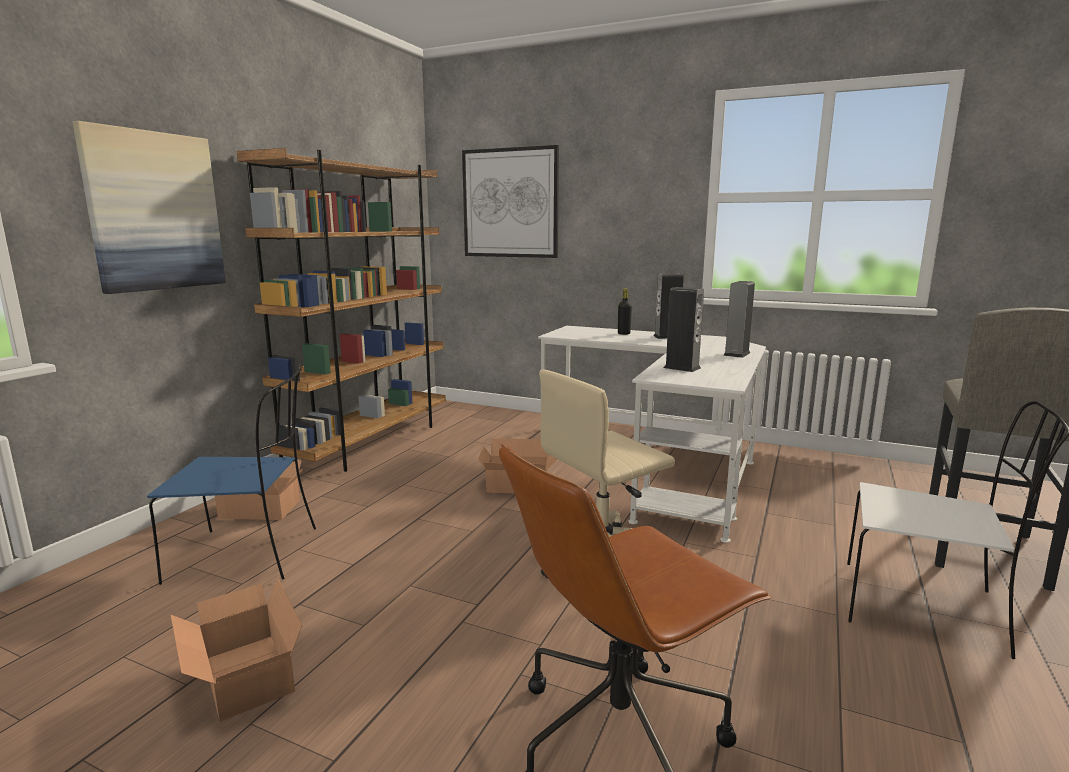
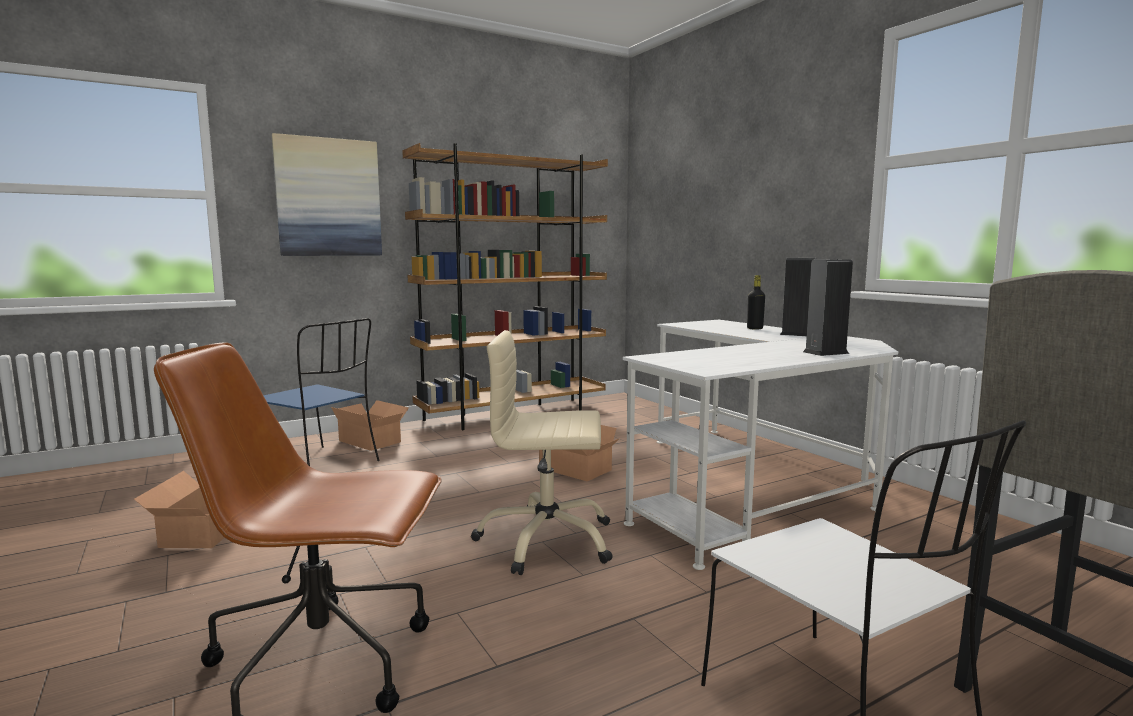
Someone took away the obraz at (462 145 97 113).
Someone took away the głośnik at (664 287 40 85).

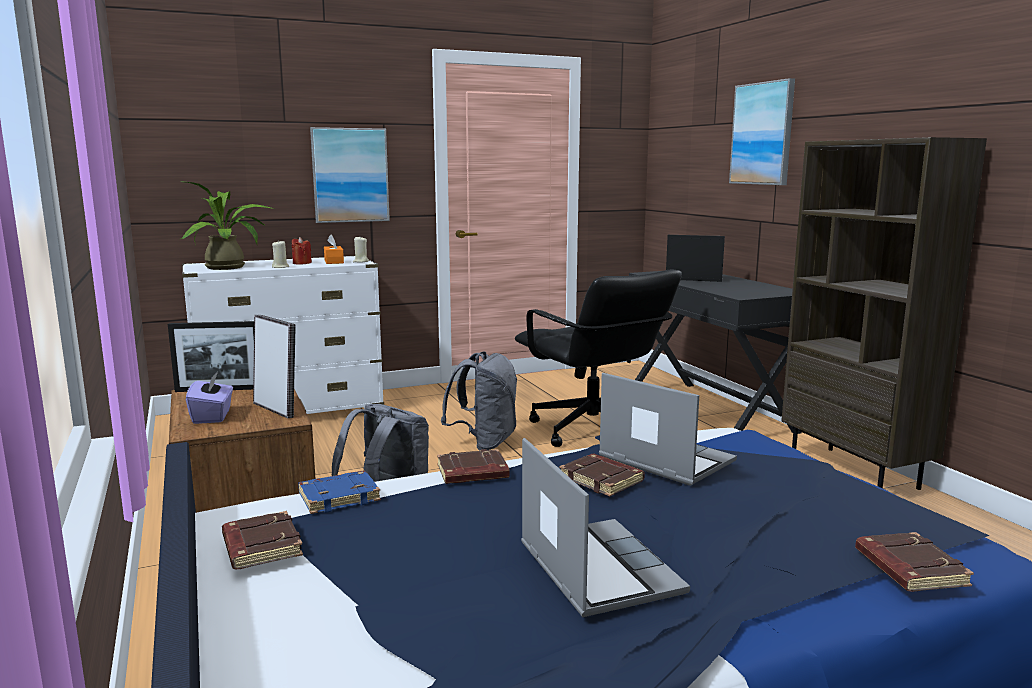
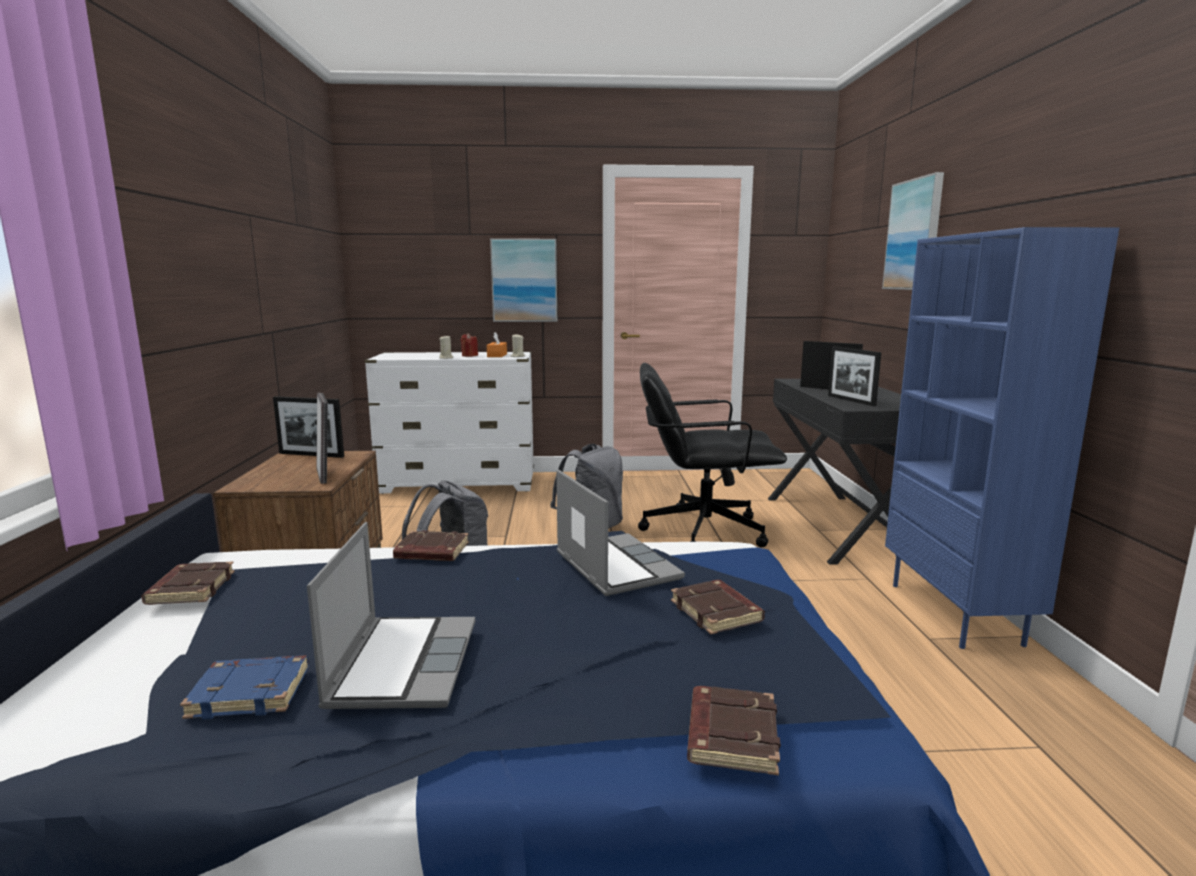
Someone took away the roślina doniczkowa at (181 182 93 88).
Someone took away the pudełko chusteczek/fioletowy at (186 372 47 52).
Someone put down the ramka na zdjęcie at (828 346 53 60).
Someone carried the książka/niebieski from (298 470 83 44) to (180 655 129 65).
Someone carried the książka/brązowy from (559 454 86 42) to (671 580 94 54).
Someone repainted the regał/brązowy at (781 137 206 353), which became the regał/niebieski at (885 227 235 422).
Someone rotated the krzesło biurowe/czarny at (515 270 167 177) by 105 degrees clockwise.

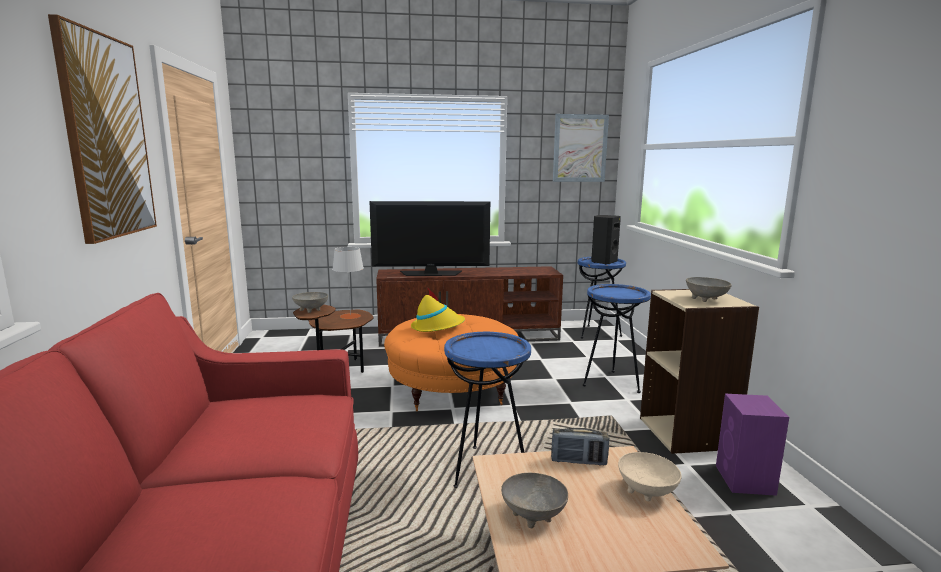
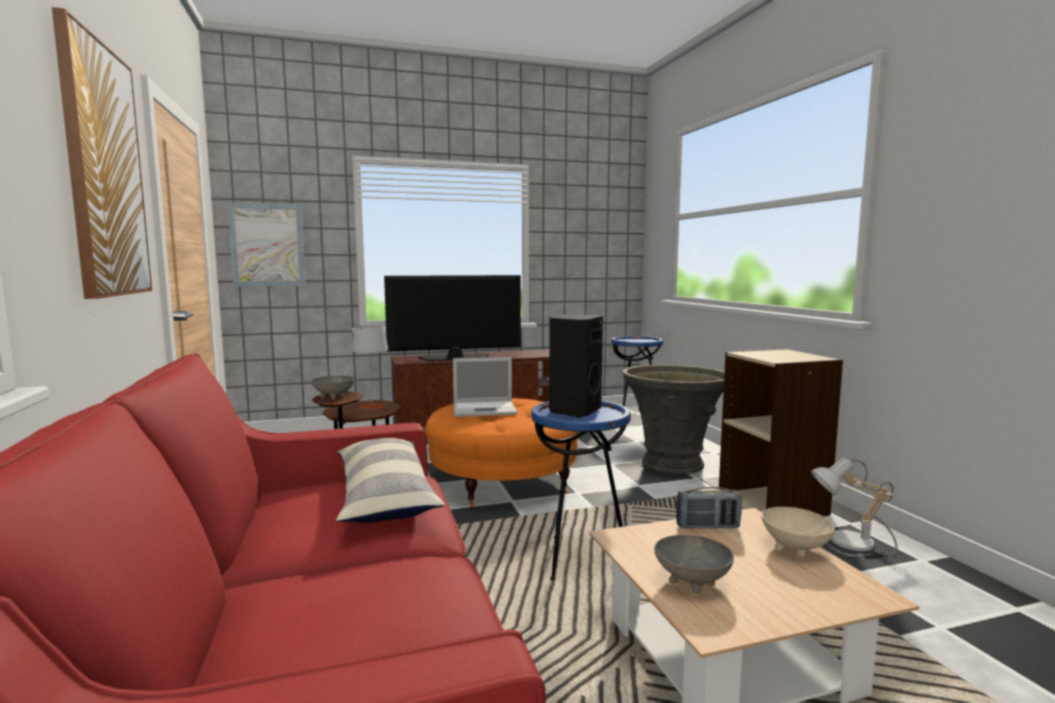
Someone took away the miska/szary at (686 277 46 25).
Someone put down the poduszka at (336 438 109 85).
Someone carried the obraz from (553 114 56 68) to (227 202 79 85).
Someone carried the głośnik/czarny from (591 215 30 50) to (549 315 54 103).
Someone swapped the kapelusz/żółty at (411 287 54 45) for the laptop at (453 357 64 60).
Someone swapped the stolik/niebieski at (583 284 68 109) for the donica/szary at (623 365 102 109).
Someone swapped the głośnik/fioletowy at (716 394 73 102) for the lampa stołowa at (811 457 86 101).

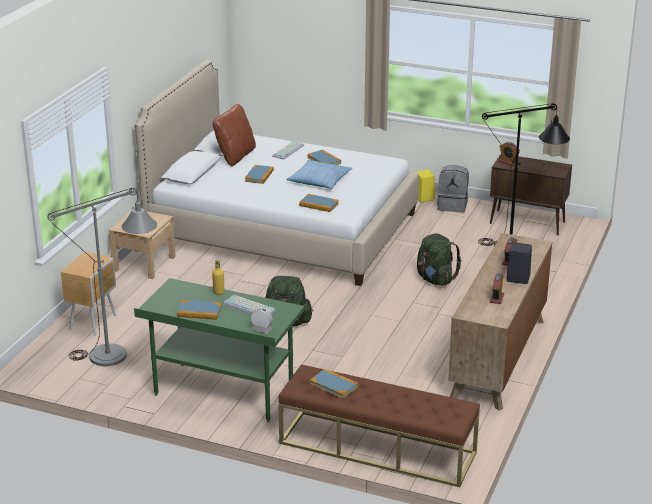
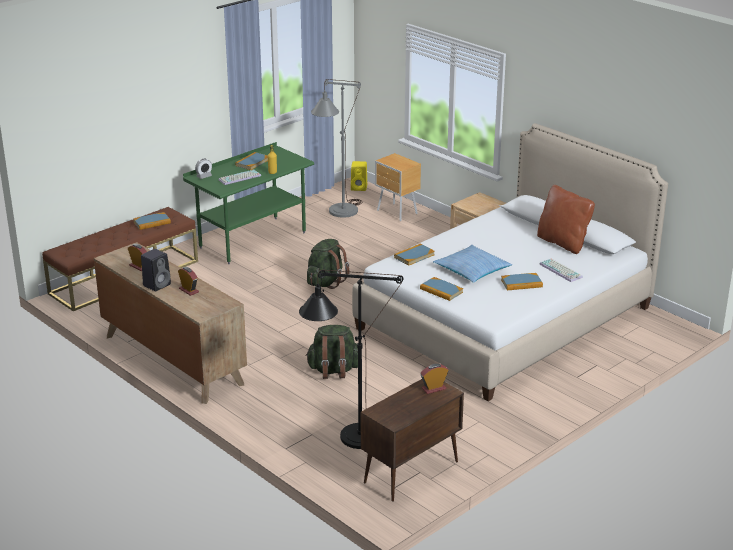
Someone took away the plecak/szary at (437 165 32 48).
Someone carried the książka from (245 165 29 19) to (420 277 43 24).
Someone carried the głośnik/żółty from (416 170 19 32) to (351 161 16 30).

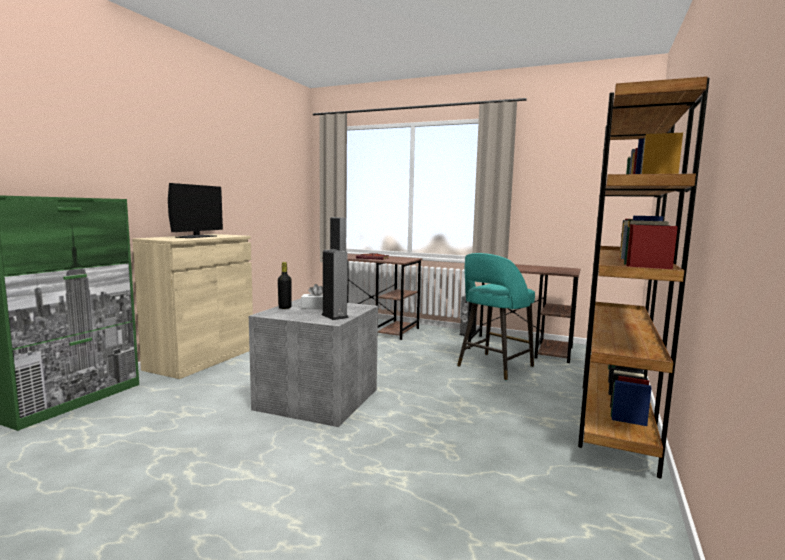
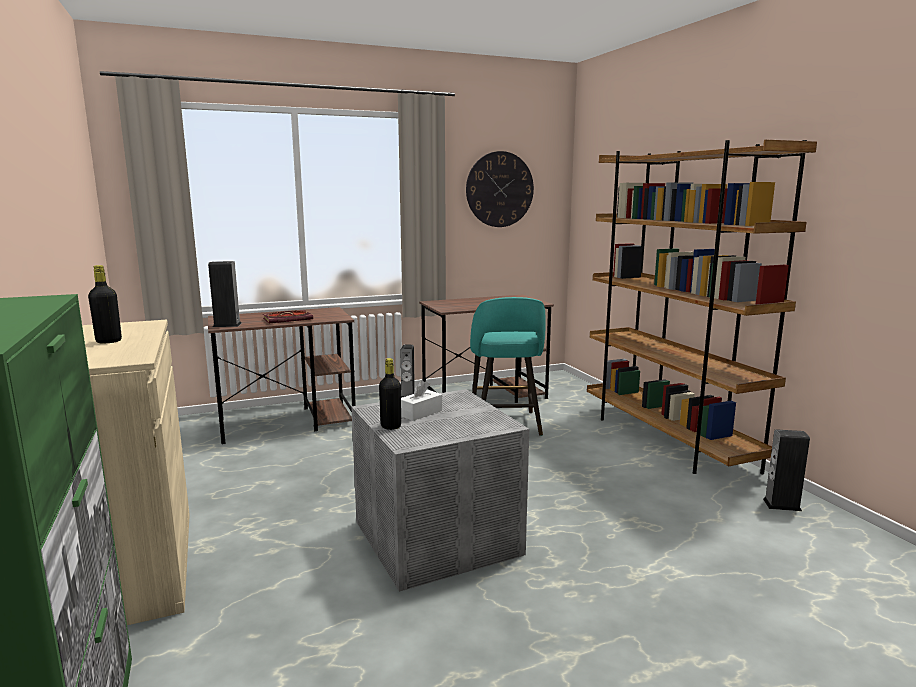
Someone put up the zegar ścienny at (466 151 68 76).
Someone carried the głośnik from (321 249 28 71) to (763 429 47 82).
Someone swapped the monitor at (168 183 55 55) for the butelka/czarny at (88 265 34 78).

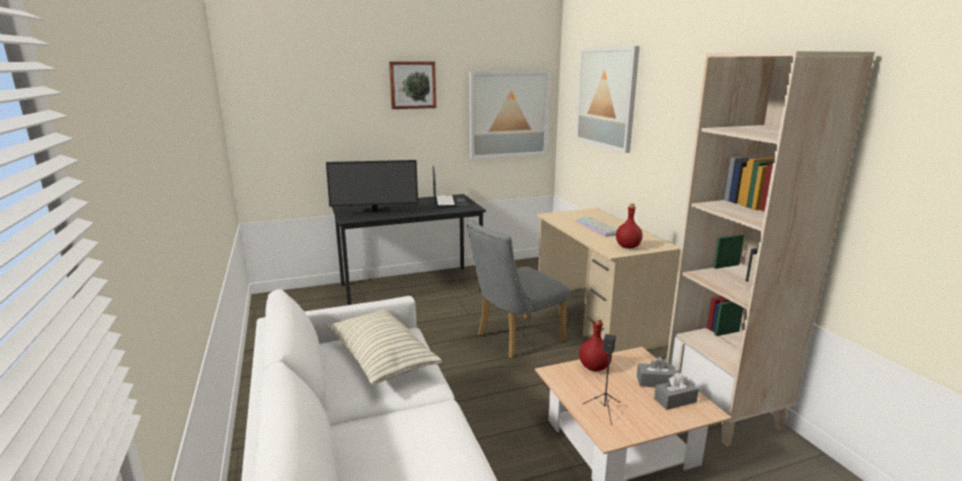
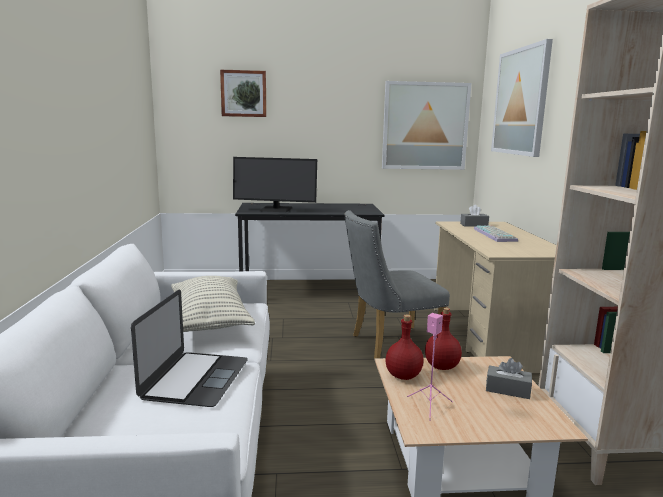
Someone carried the obraz from (389 61 47 48) to (220 70 46 47).
Someone carried the laptop from (433 166 36 41) to (131 290 117 117).
Someone carried the butelka/czerwony from (616 203 27 46) to (386 314 38 66).
Someone carried the pudełko chusteczek/szary from (654 372 45 38) to (460 204 29 23).
Someone repainted the głośnik/czarny at (582 334 38 91), which became the głośnik/różowy at (407 313 46 108).

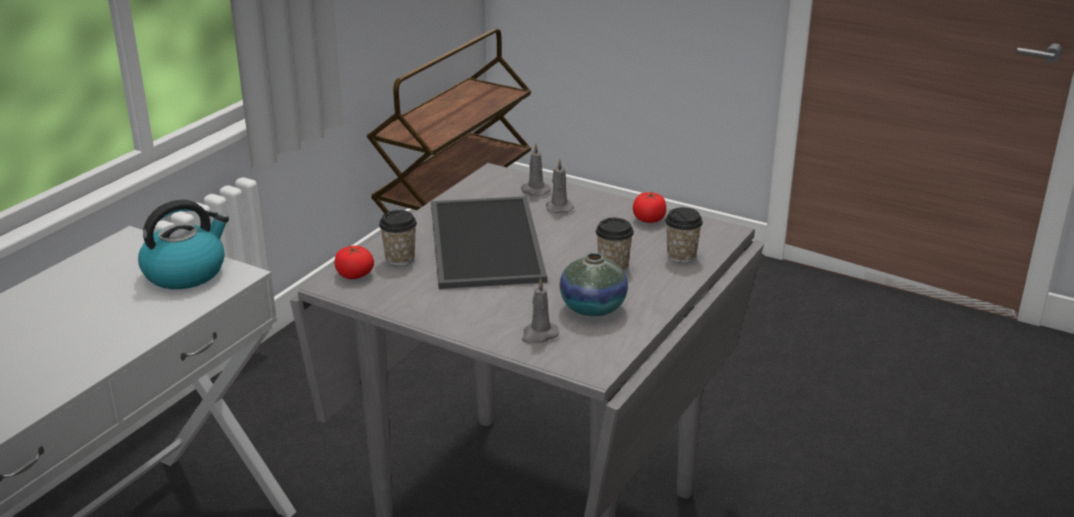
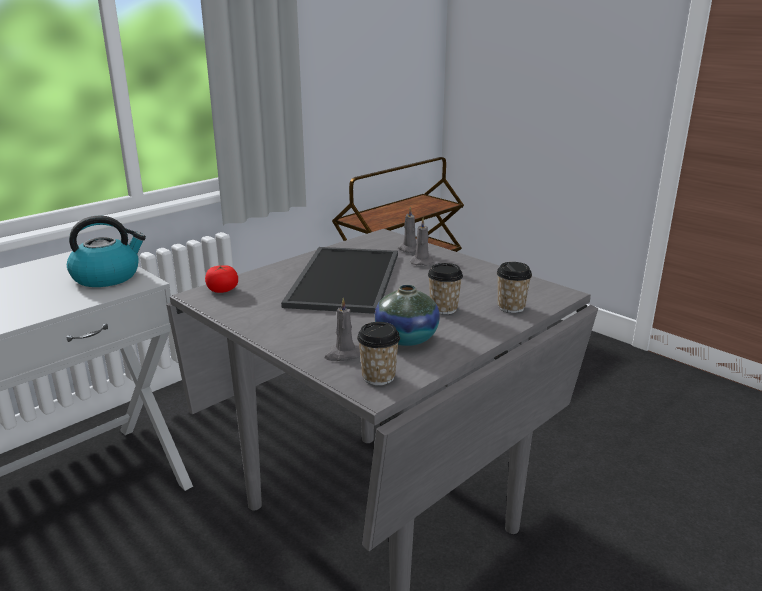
Someone took away the pomidor at (633 192 33 31).
Someone carried the filiżanka from (379 210 38 56) to (357 322 43 63).

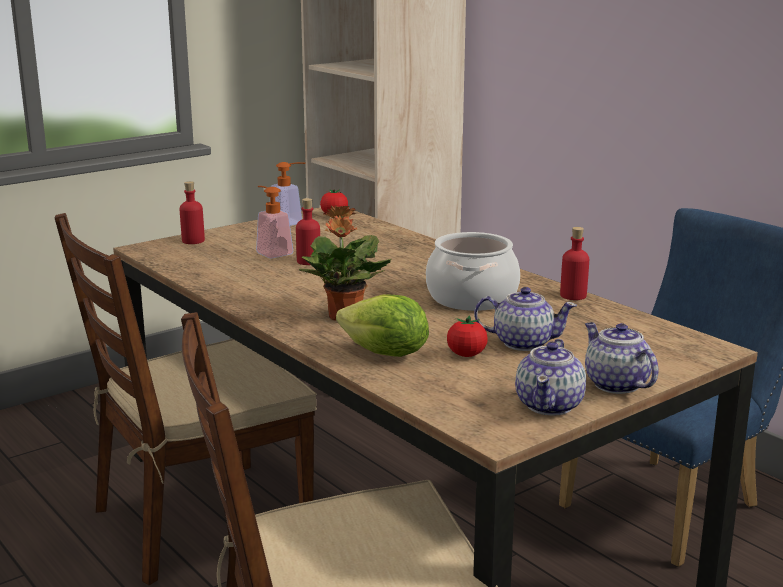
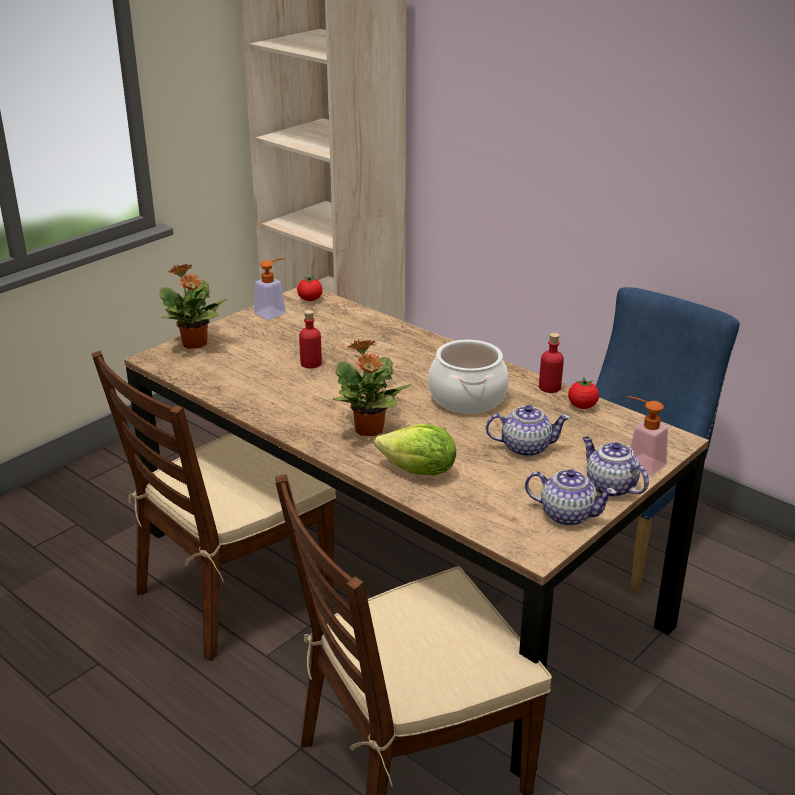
Someone carried the dozownik mydła from (256 186 37 73) to (628 396 40 80).
Someone carried the pomidor from (447 315 41 42) to (568 377 31 32).
Someone swapped the butelka/czerwony at (180 181 25 63) for the roślina doniczkowa at (159 264 69 85).
Someone rotated the imbryk at (515 339 71 77) by 75 degrees counterclockwise.

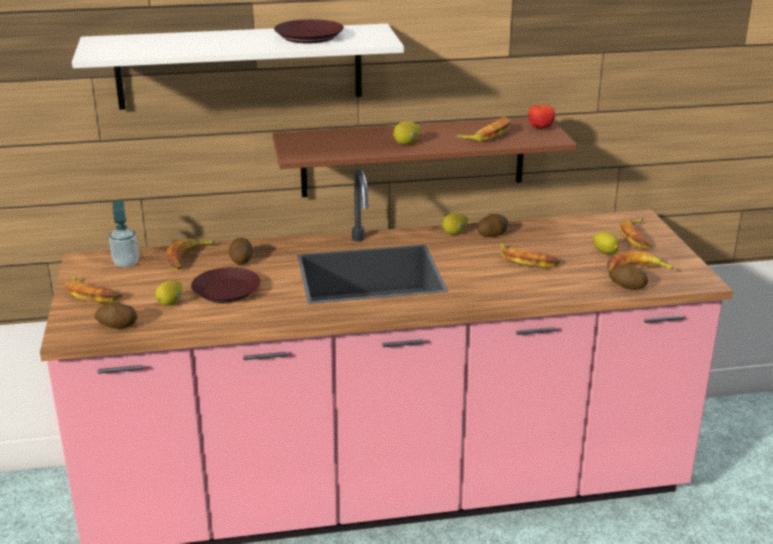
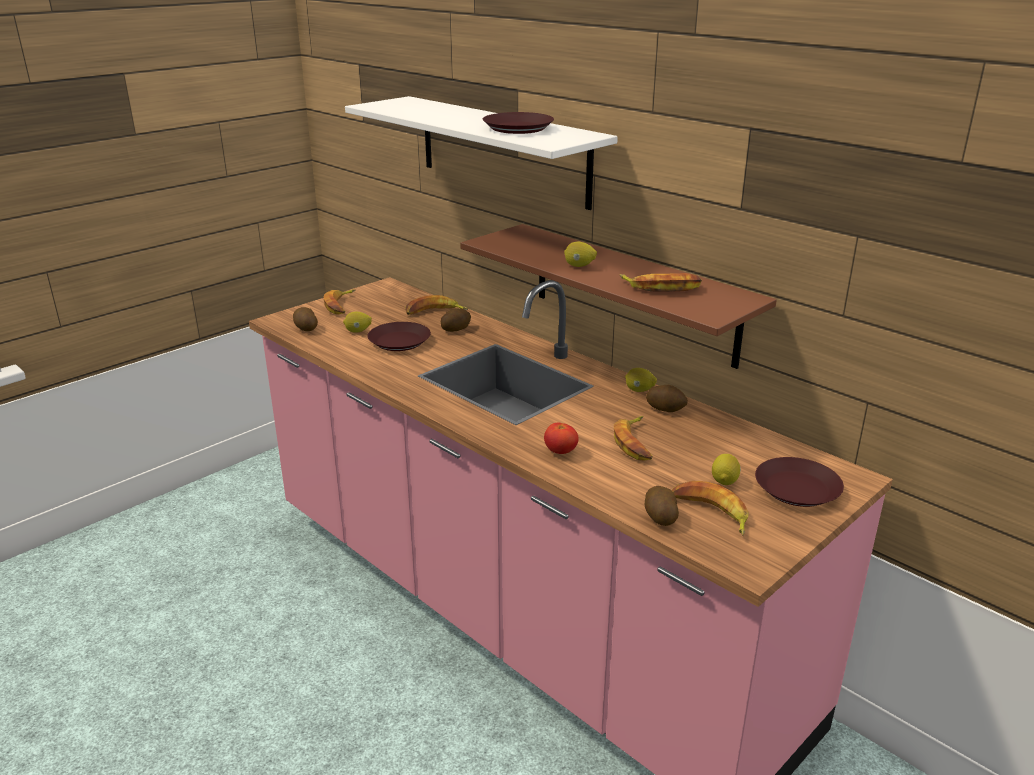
Someone took away the dozownik mydła at (109 201 30 67).
Someone carried the pomidor from (528 104 27 25) to (544 422 35 32).
Someone swapped the banan at (620 219 31 29) for the talerz/brązowy at (755 457 89 50).

